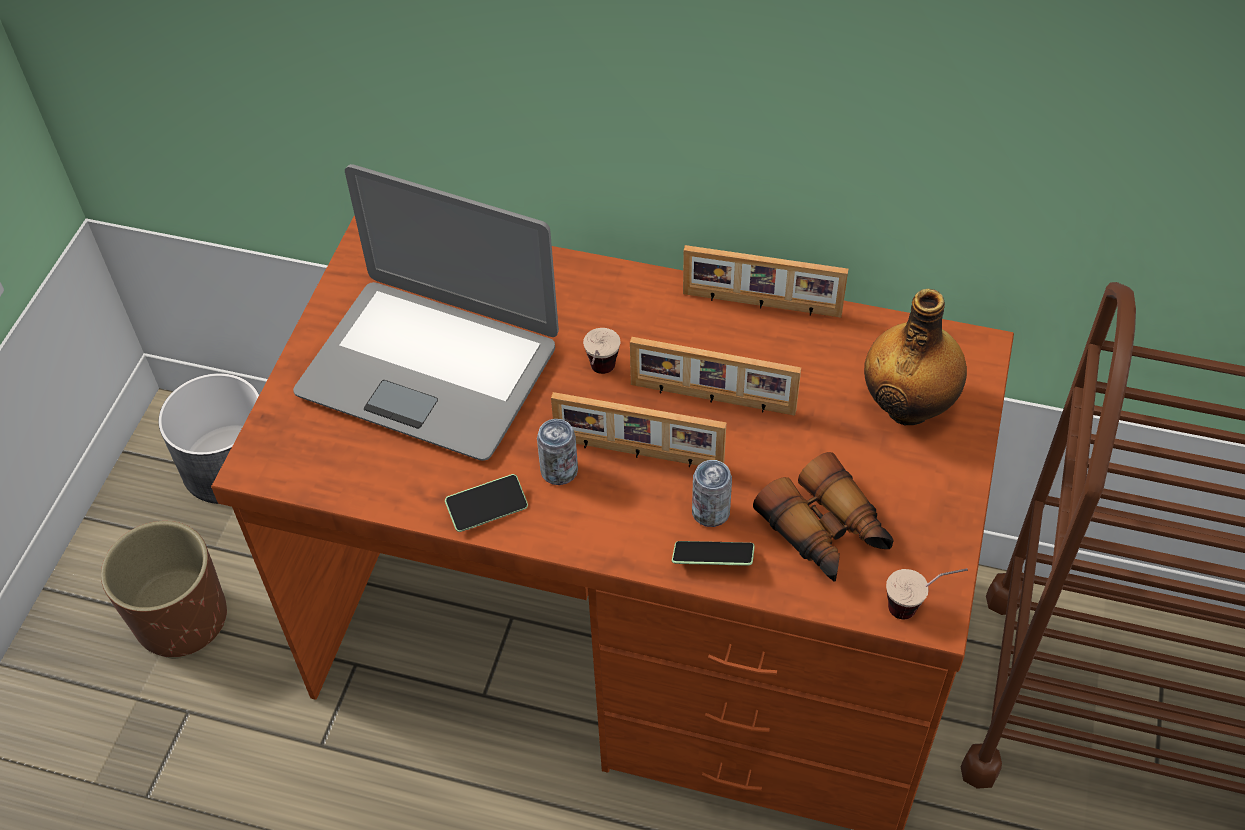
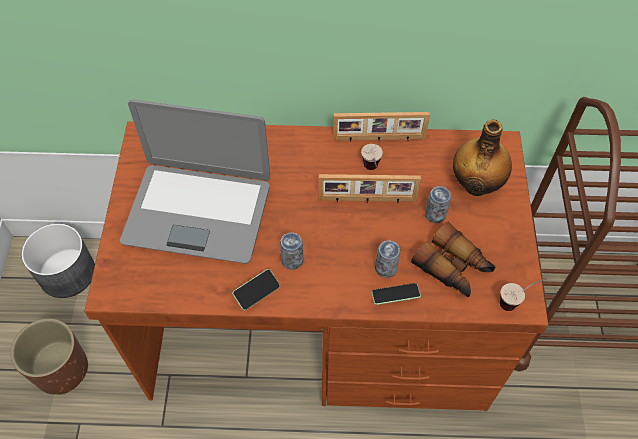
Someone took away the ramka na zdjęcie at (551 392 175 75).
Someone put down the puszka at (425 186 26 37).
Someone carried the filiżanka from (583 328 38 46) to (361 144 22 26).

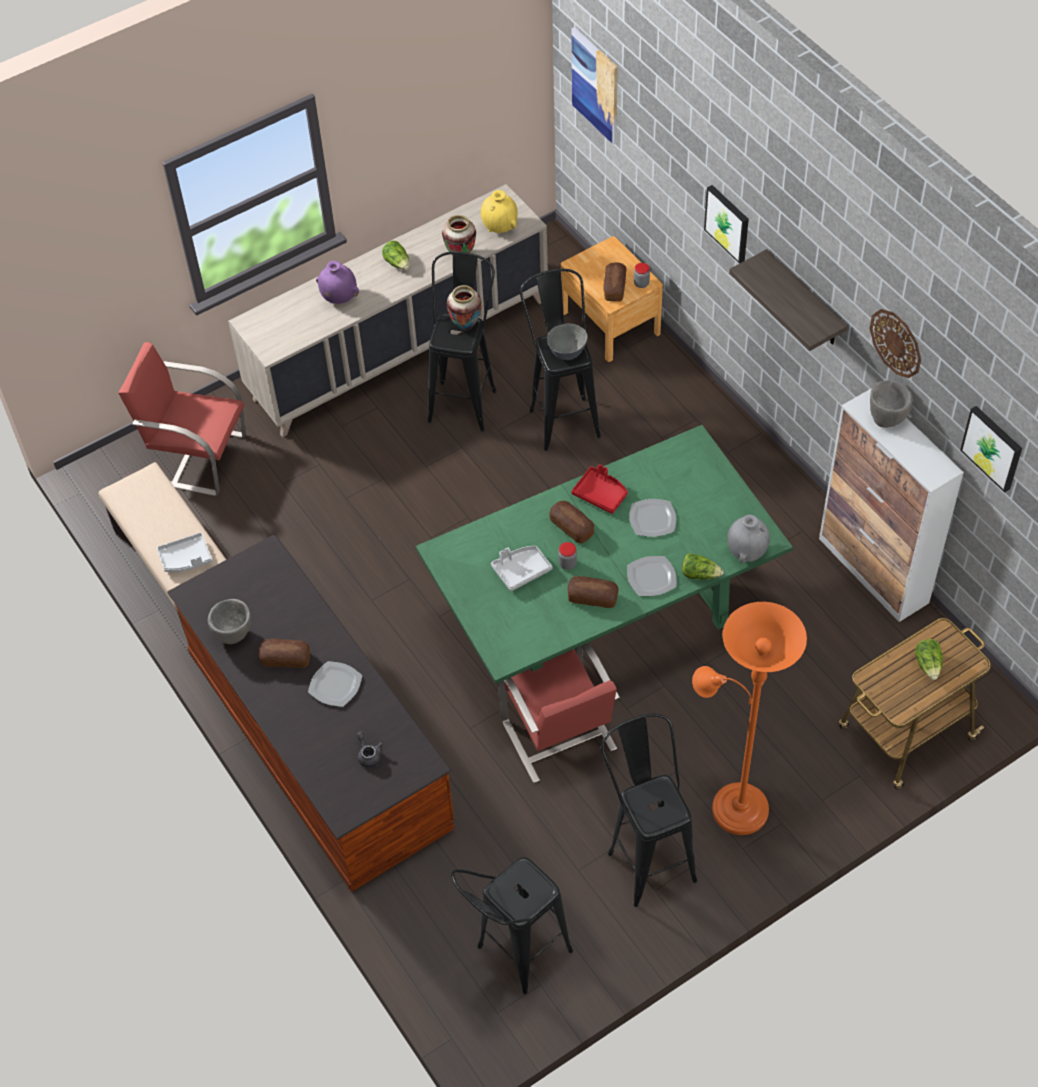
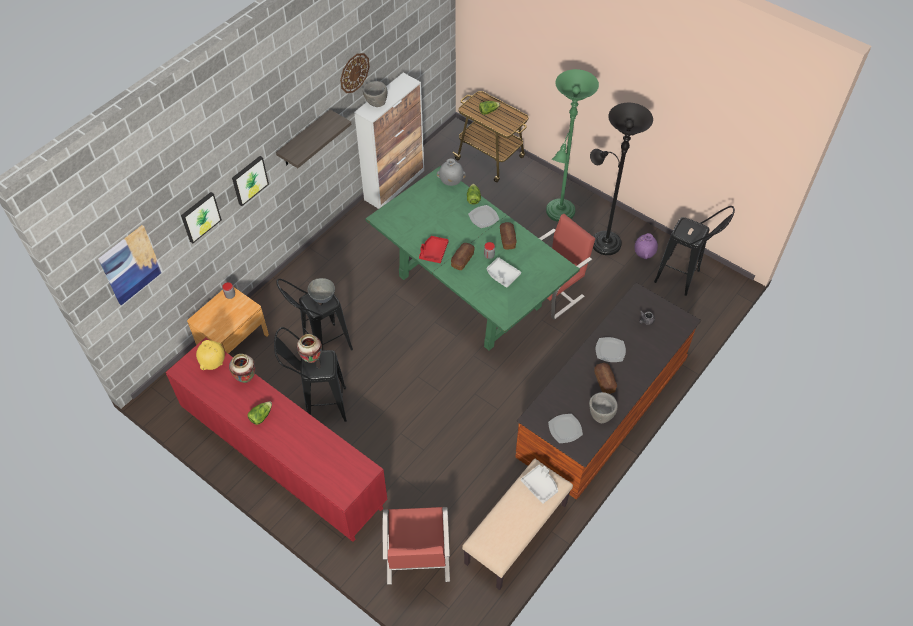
Someone took away the chleb at (604 262 23 40).
Someone carried the wazon/fioletowy from (316 261 43 43) to (634 233 24 26).
Someone carried the talerz from (629 499 47 38) to (548 414 35 29).
Someone carried the obraz from (960 406 62 87) to (181 192 41 51).
Someone swapped the stołek/czarny at (601 713 96 194) for the lampa stojąca/czarny at (590 103 63 152).
Someone repainted the szafka/beżowy at (228 184 320 253), which became the szafka/czerwony at (166 337 221 205).
Someone repainted the lampa stojąca/pomarańczowy at (692 602 115 233), which became the lampa stojąca/zielony at (546 69 53 153).

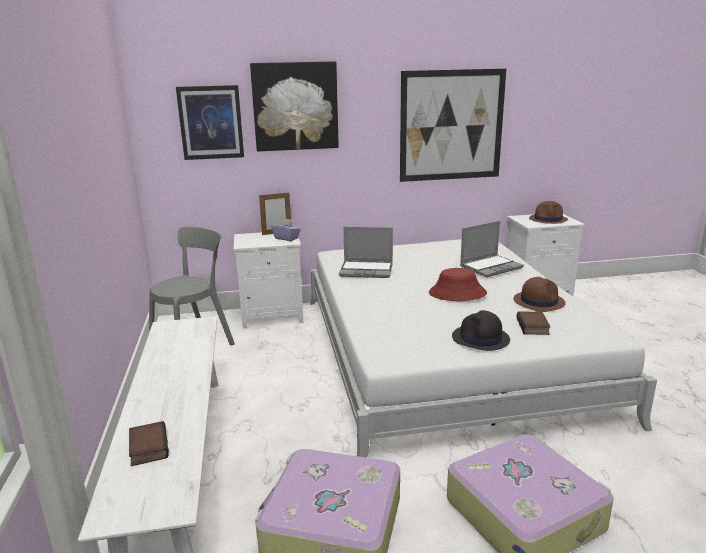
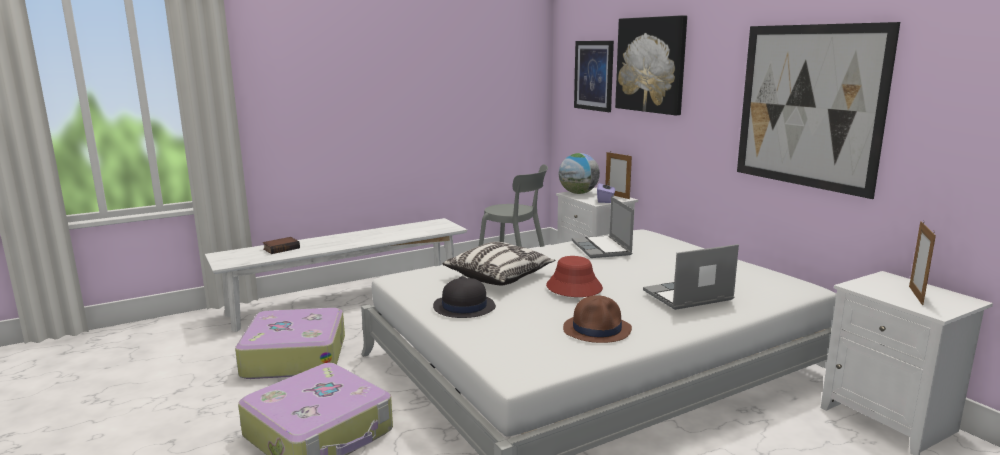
Someone took away the książka at (517 311 34 24).
Someone put down the poduszka at (443 242 112 43).
Someone put down the globus at (559 153 41 41).
Someone swapped the kapelusz/brązowy at (529 201 39 23) for the ramka na zdjęcie at (909 221 27 84).
Someone rotated the laptop at (460 221 64 56) by 120 degrees clockwise.

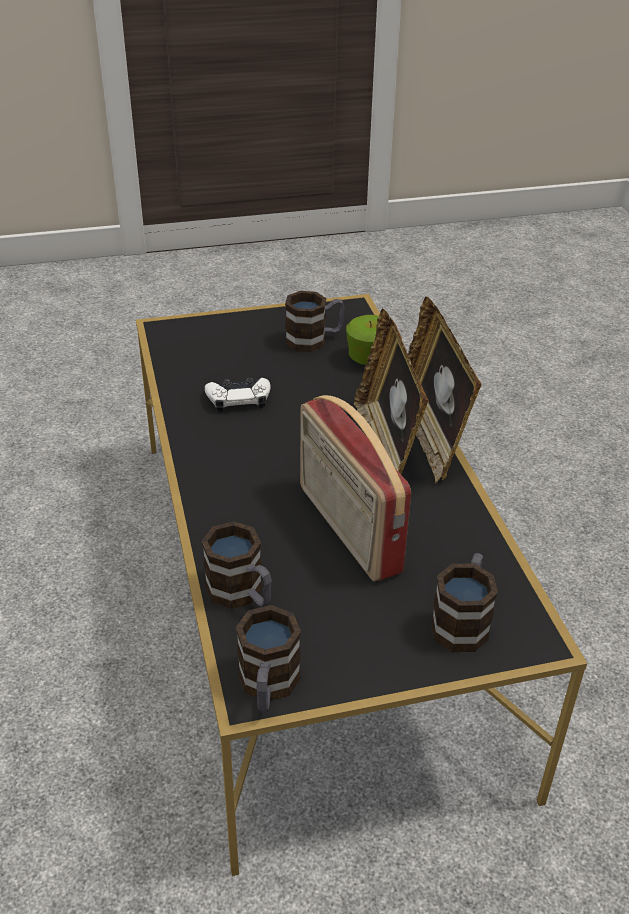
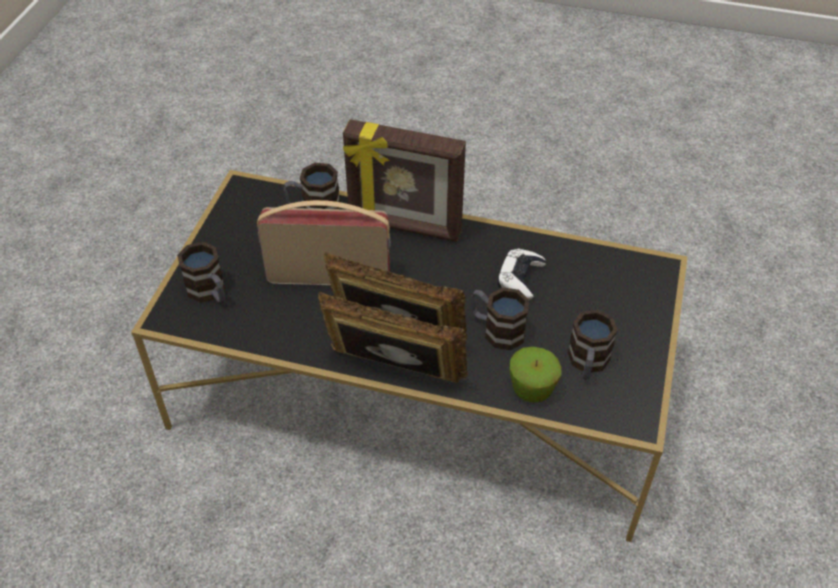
Someone put down the ramka na zdjęcie at (343 119 123 123).
Someone carried the kubek from (236 605 65 107) to (471 288 58 62).

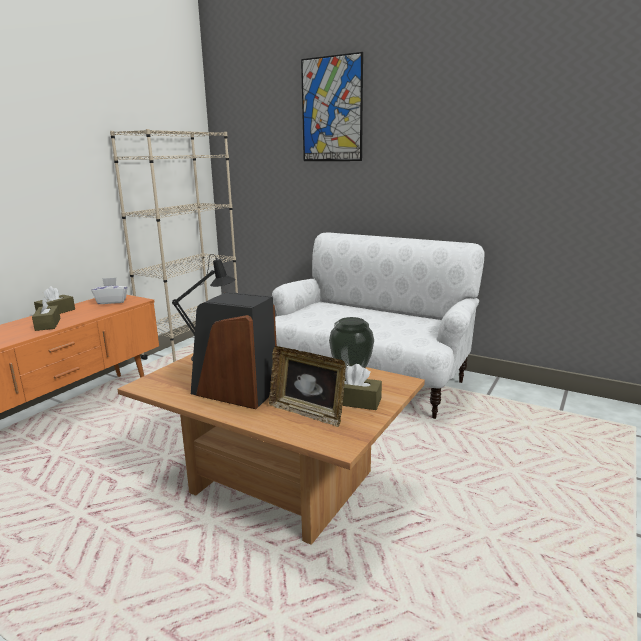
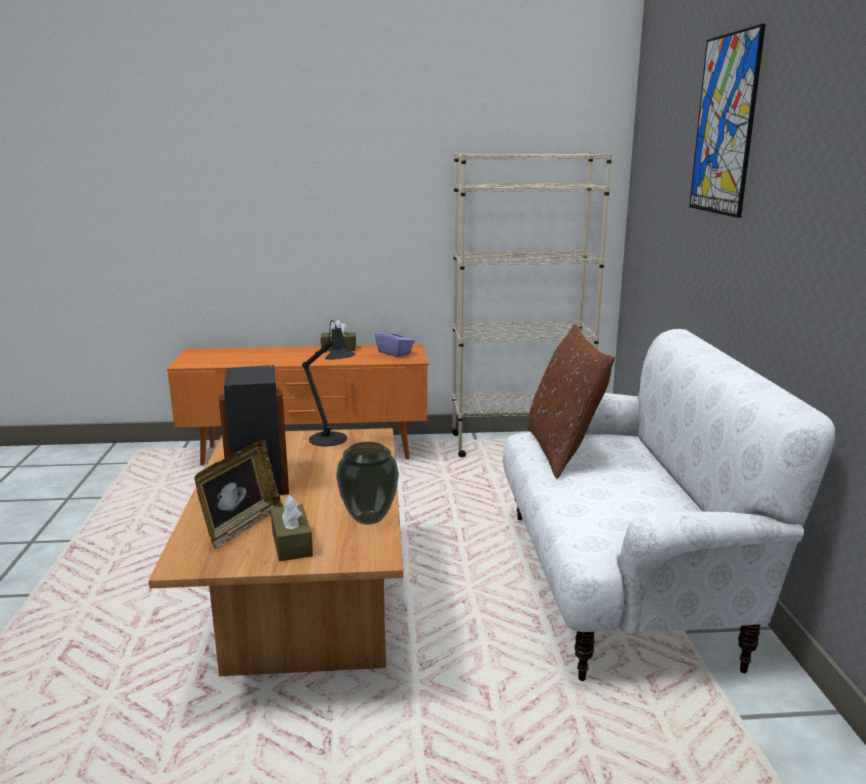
Someone took away the pudełko chusteczek/brązowy at (32 297 29 34).
Someone put down the poduszka/brązowy at (527 324 88 155).
Someone repainted the pudełko chusteczek/biały at (92 278 36 26), which became the pudełko chusteczek/fioletowy at (375 324 39 33).
Someone rotated the ramka na zdjęcie at (269 346 77 81) by 150 degrees counterclockwise.

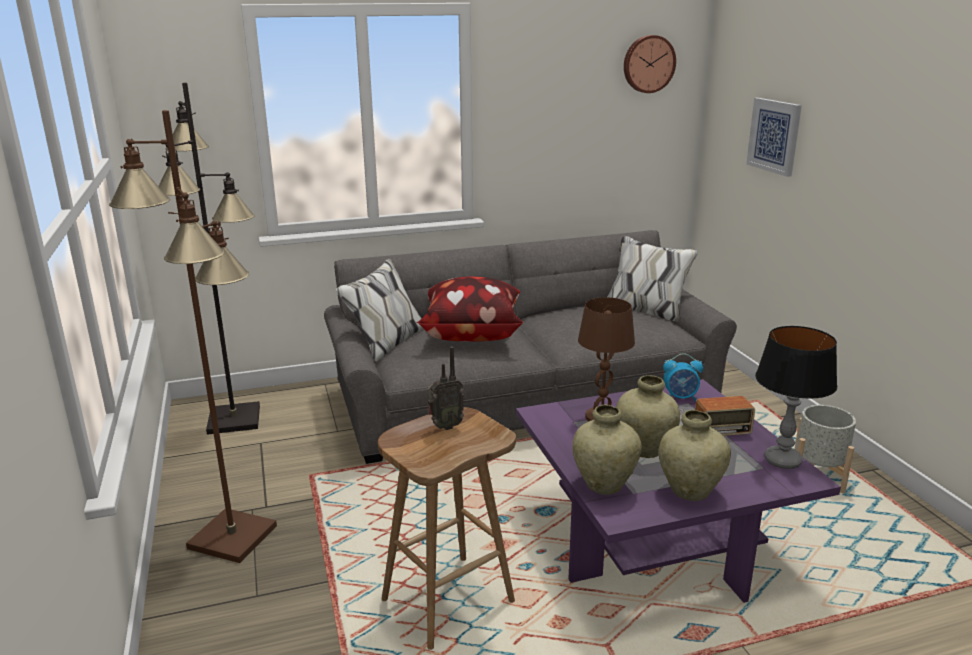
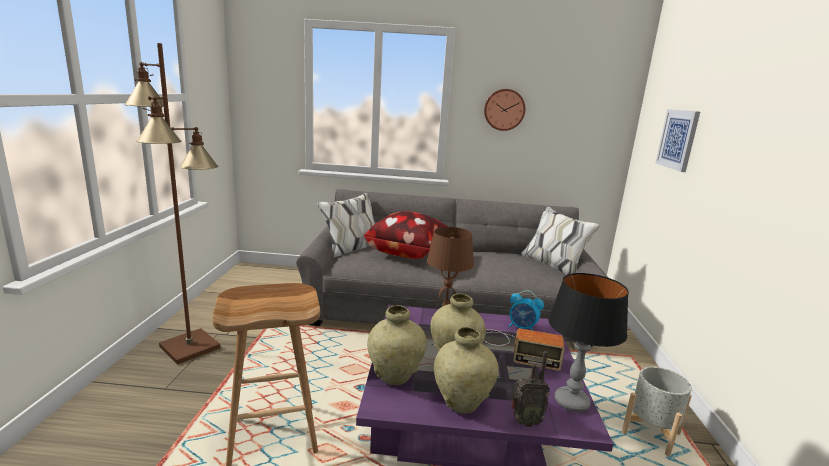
Someone took away the lampa stojąca/czarny at (158 83 102 352).
Someone carried the radio from (427 347 37 83) to (511 351 39 76).
Someone carried the zegar ścienny from (624 35 52 58) to (484 89 42 42).

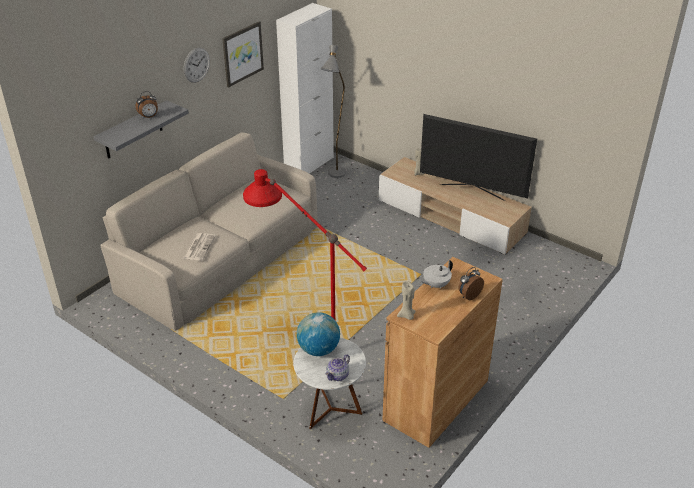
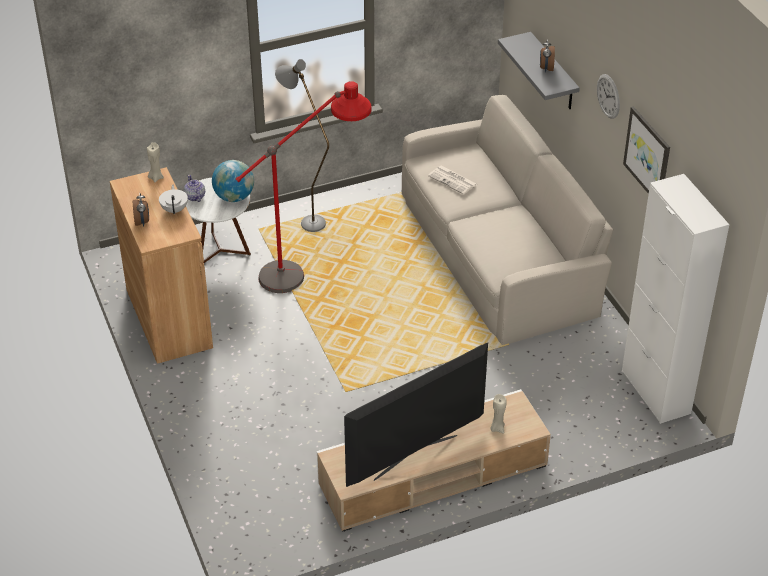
Someone carried the lampa stojąca/szary from (321 45 25 133) to (275 59 54 173).

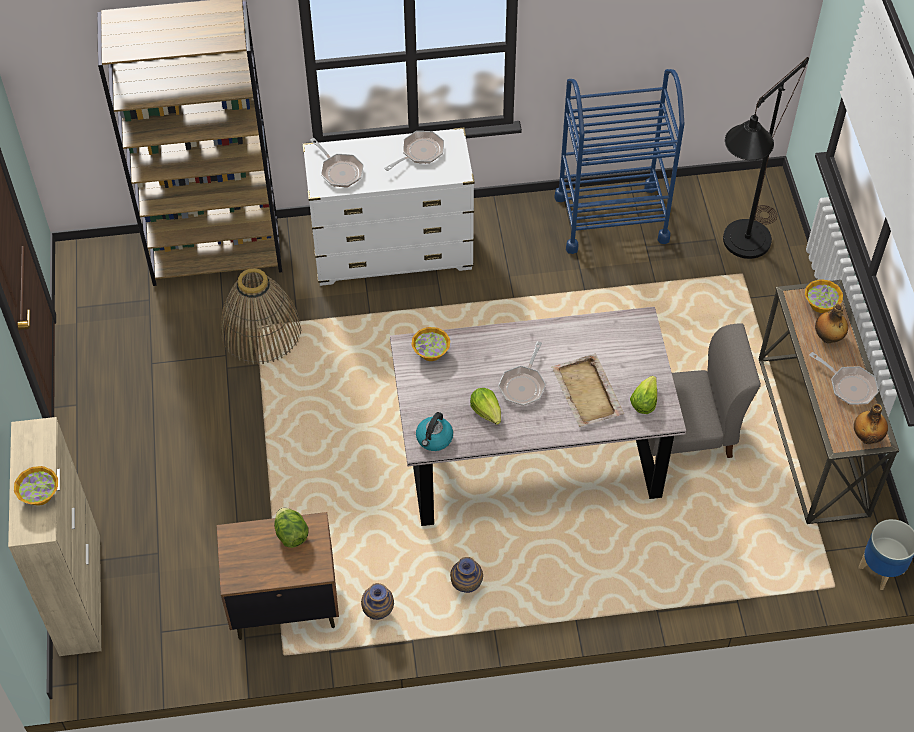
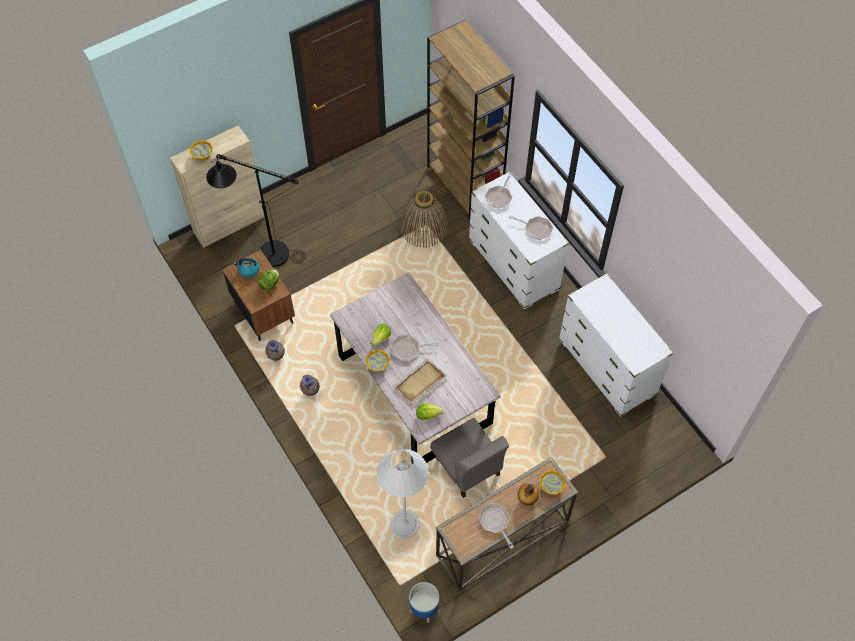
Someone took away the butelka at (854 403 34 41).
Someone put down the lampa stojąca/biały at (377 449 52 89).
Someone carried the miska from (412 327 38 34) to (365 350 25 21).
Someone carried the czajnik from (416 412 37 39) to (234 258 25 20).
Someone carried the lampa stojąca/czarny from (723 57 86 202) to (206 154 100 113).
Someone swapped the wózek/niebieski at (554 69 131 185) for the komoda/biały at (559 273 115 144).
Someone rotated the patelnia at (809 352 70 53) by 135 degrees clockwise.

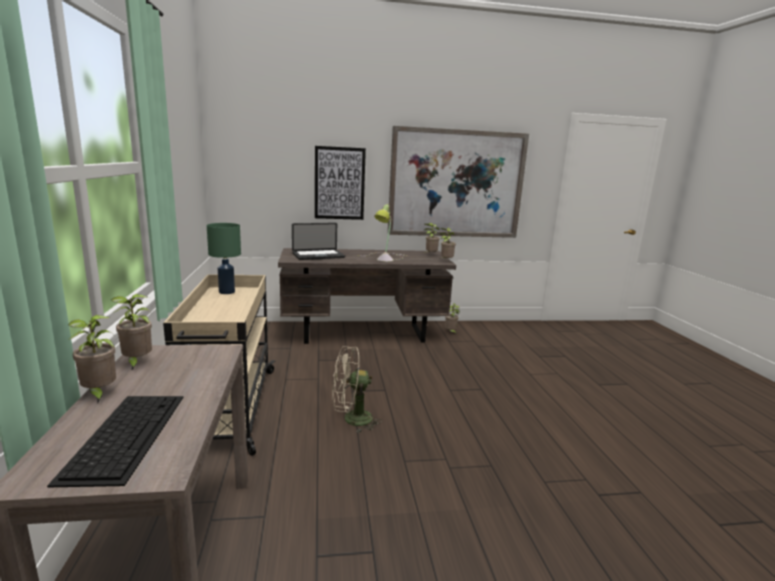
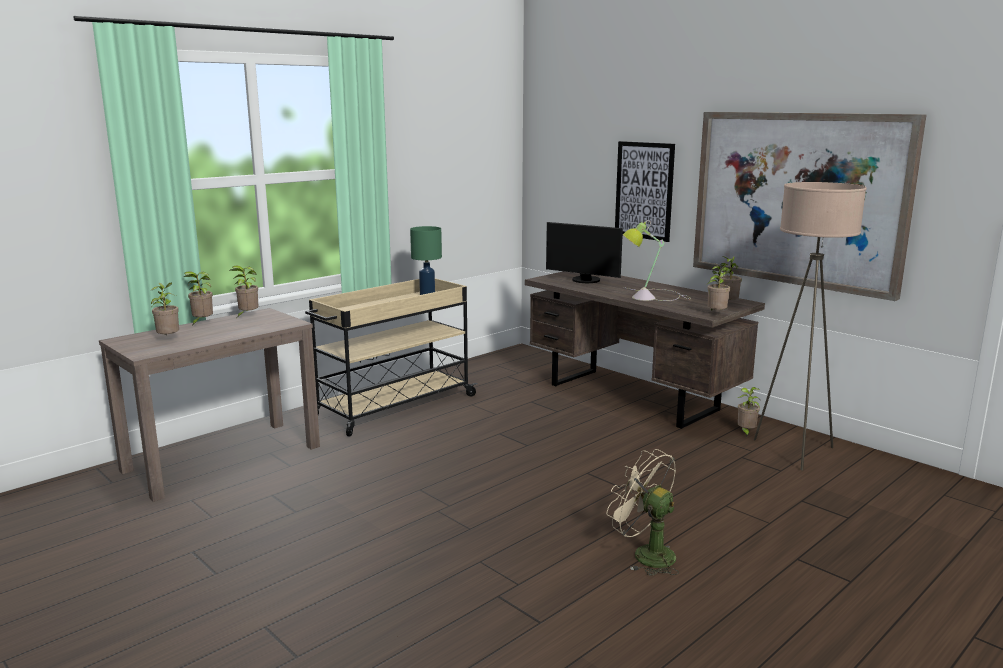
Someone put down the lampa stojąca/beżowy at (754 182 113 289).
Someone carried the wentylator/beżowy from (332 346 50 87) to (606 449 73 127).
Someone swapped the klawiatura at (47 396 136 92) for the roślina doniczkowa at (151 283 28 53).
Someone swapped the laptop at (292 223 53 37) for the monitor at (546 222 77 61).

